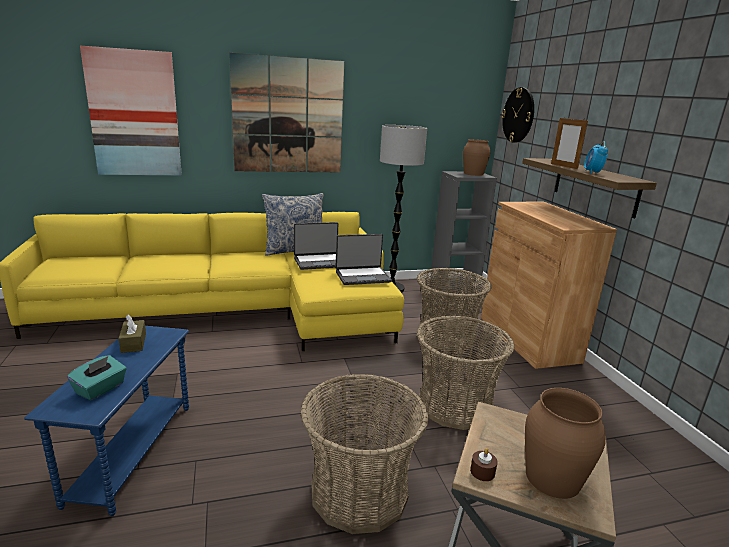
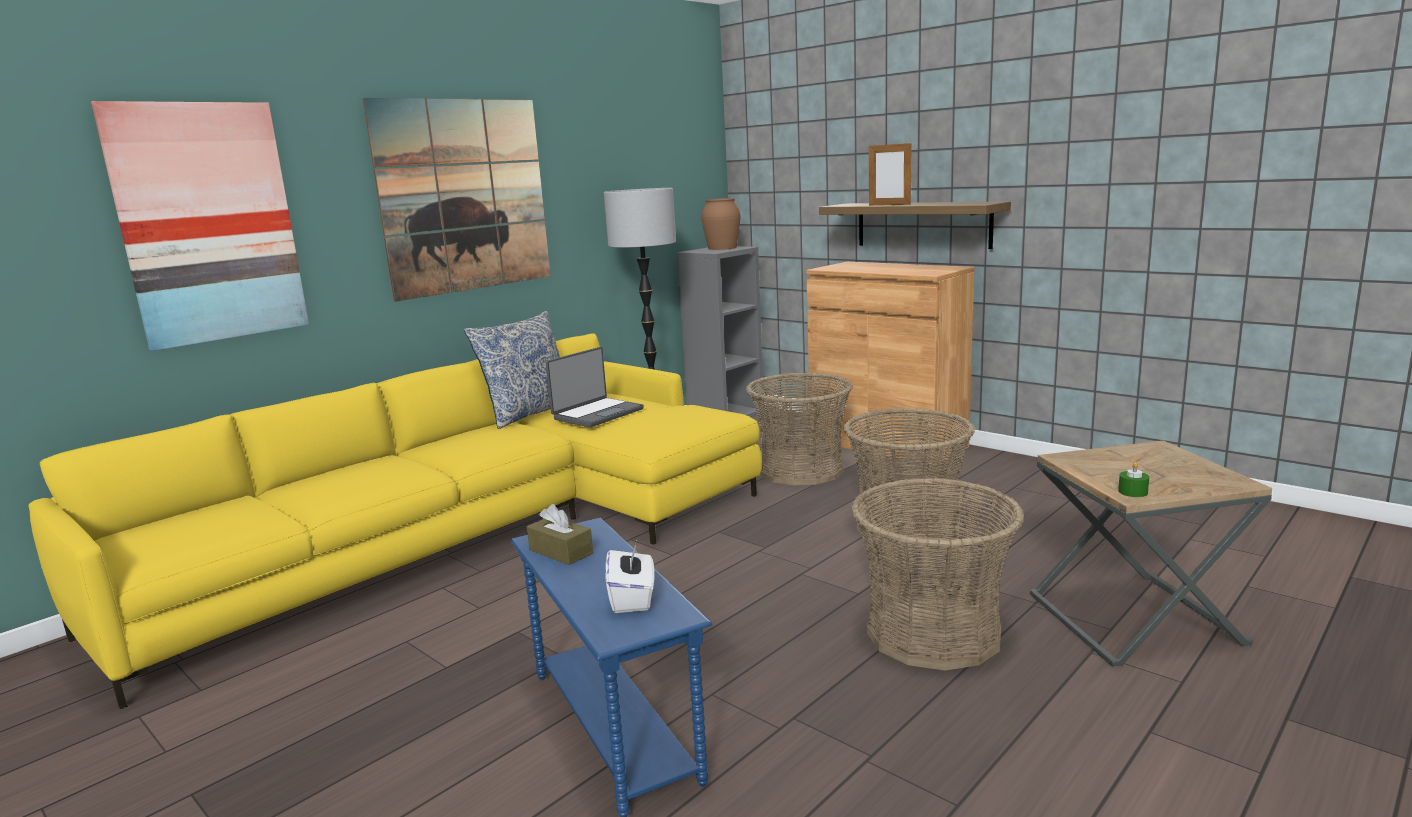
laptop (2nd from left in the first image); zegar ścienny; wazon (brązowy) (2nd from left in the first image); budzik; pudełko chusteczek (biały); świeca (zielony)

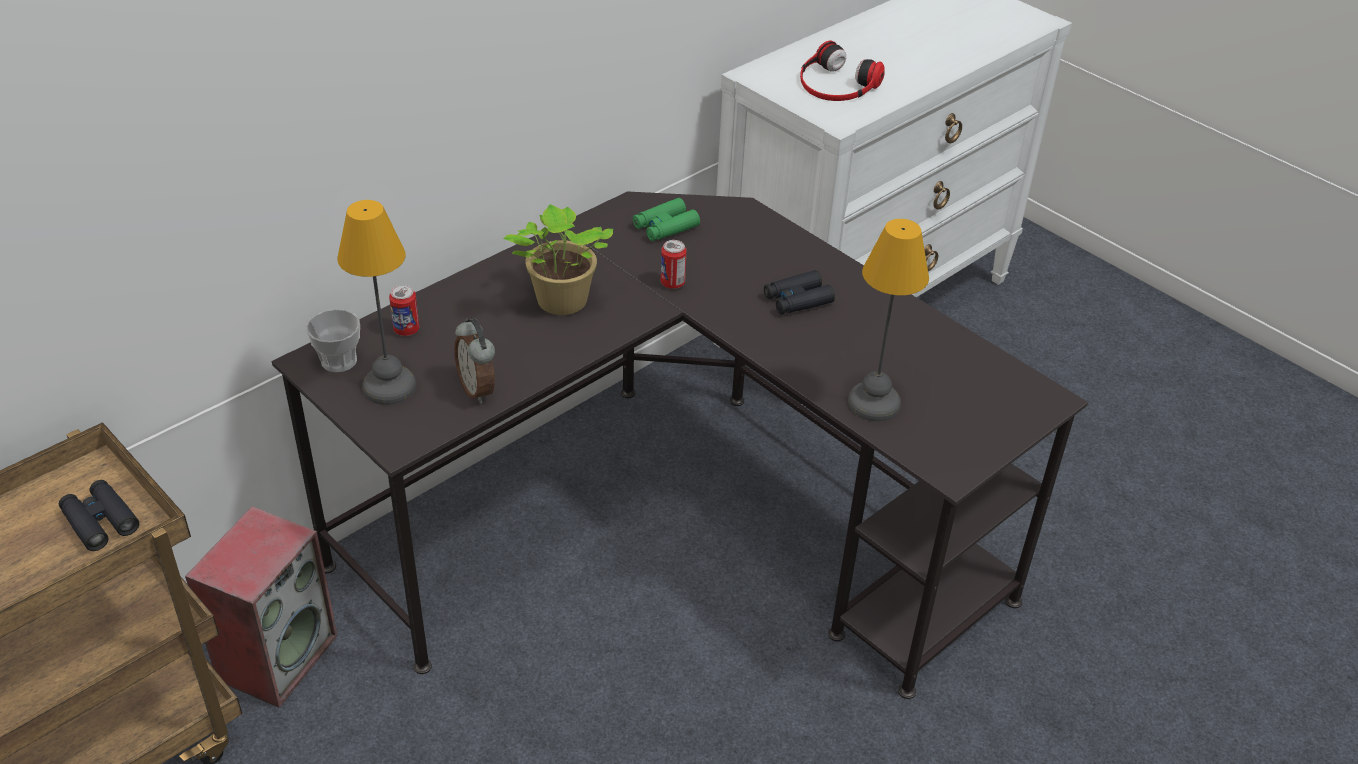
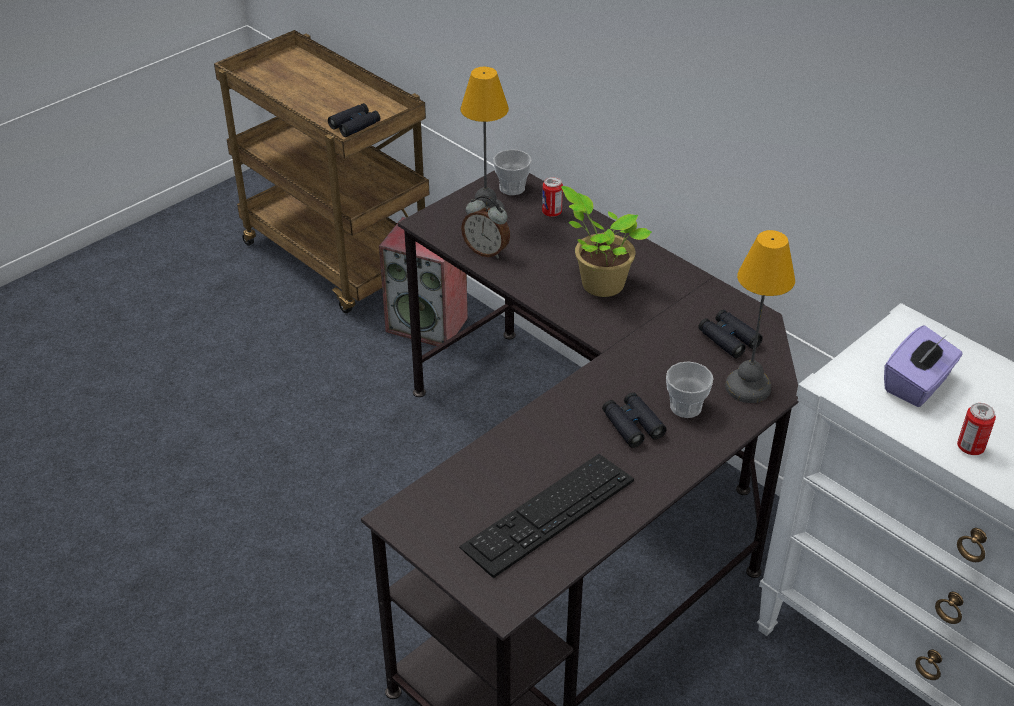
klawiatura; filiżanka (2nd from left); puszka (2nd from left); lampa stołowa (2nd from left); pudełko chusteczek (fioletowy); lornetka (czarny) (3rd from left); budzik

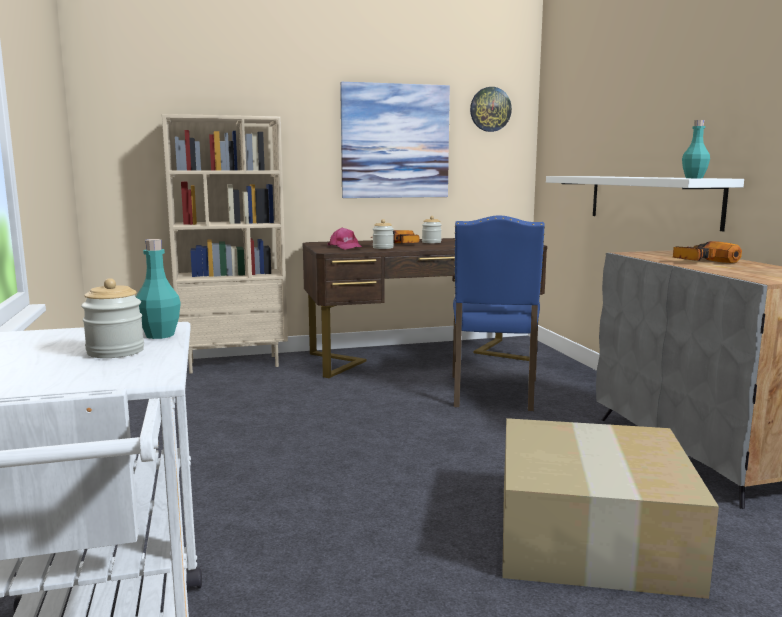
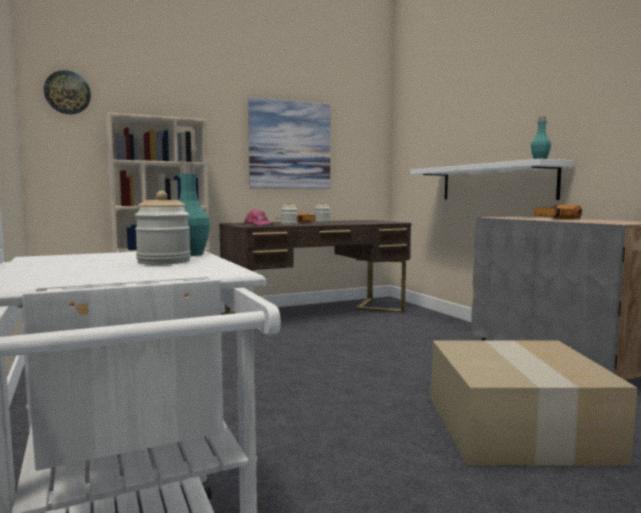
krzesło (niebieski); zegar ścienny

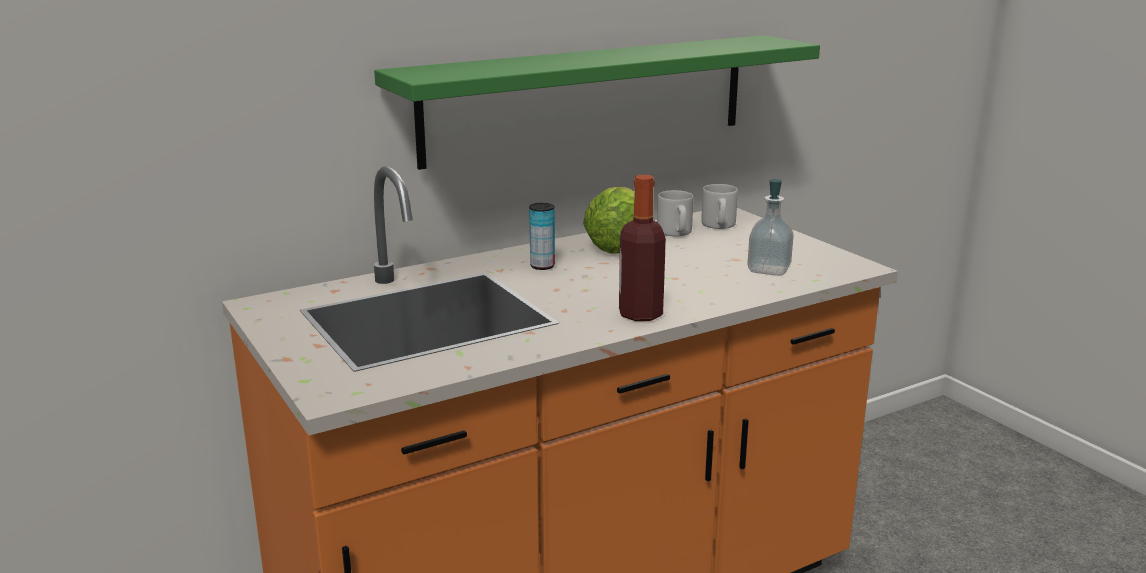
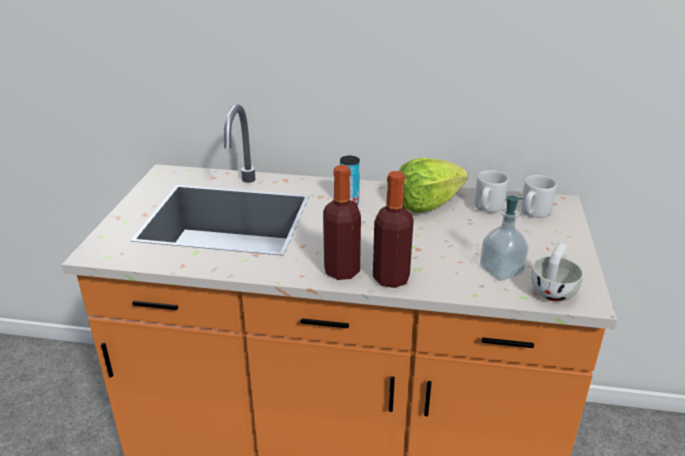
półka (zielony); butelka (2nd from left); filiżanka (biały)

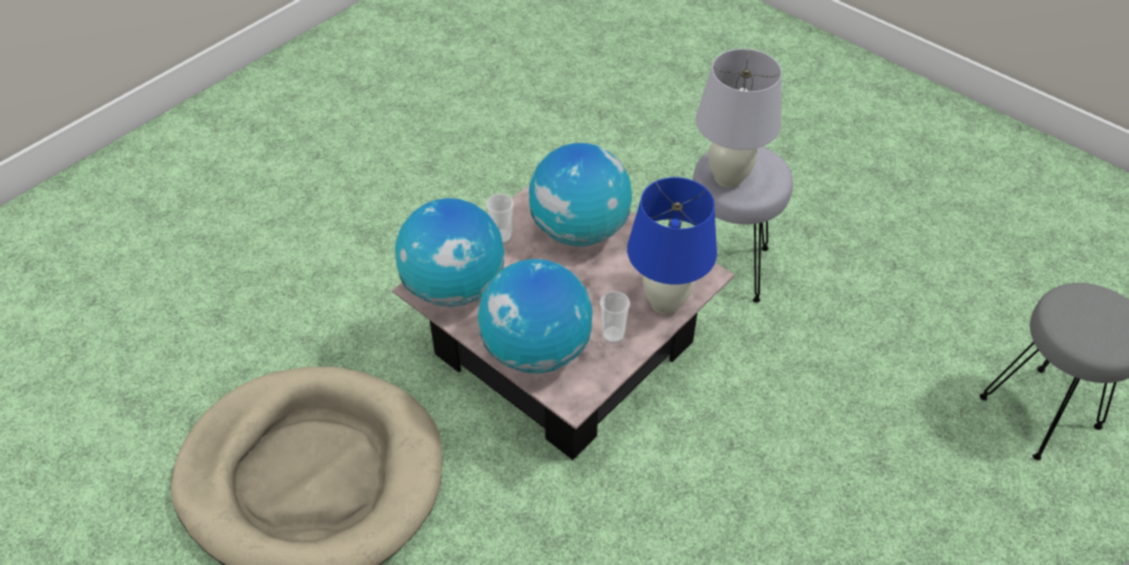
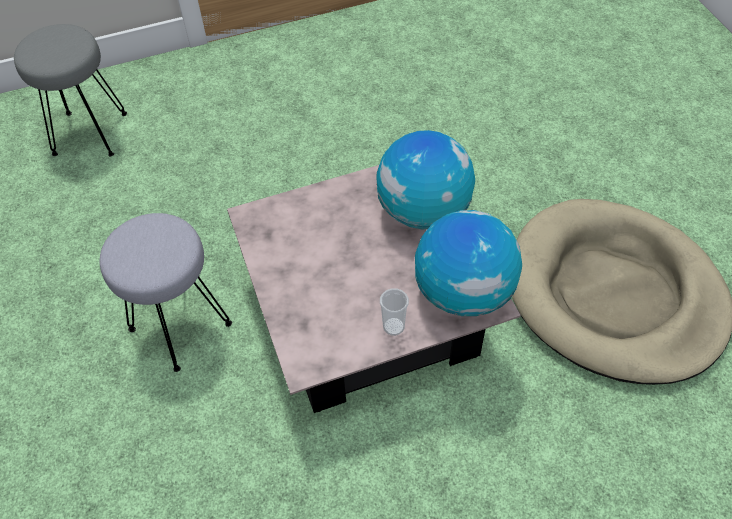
globus (3rd from left in the first image); filiżanka (2nd from left in the first image); lampa stołowa (niebieski); lampa stołowa (biały)

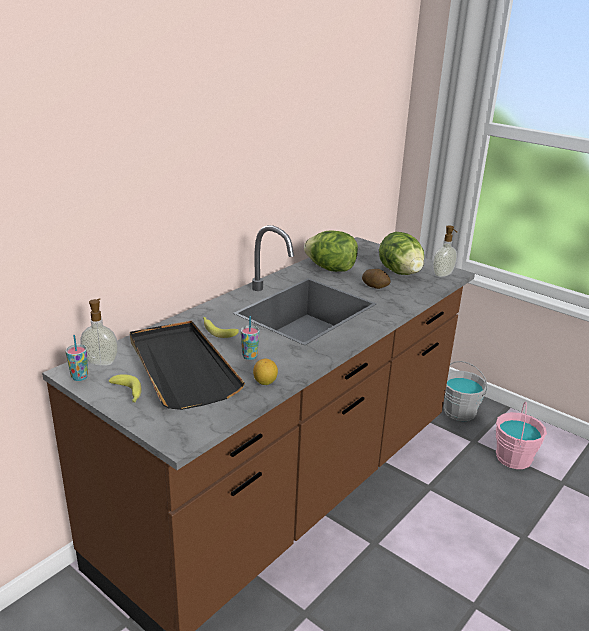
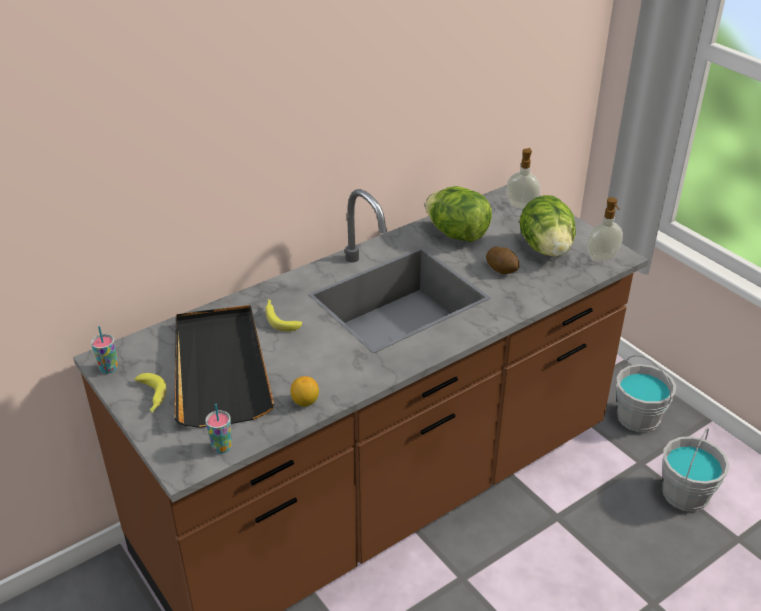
dozownik mydła (1st from left); filiżanka (2nd from left); wiadro (szary) (2nd from left)

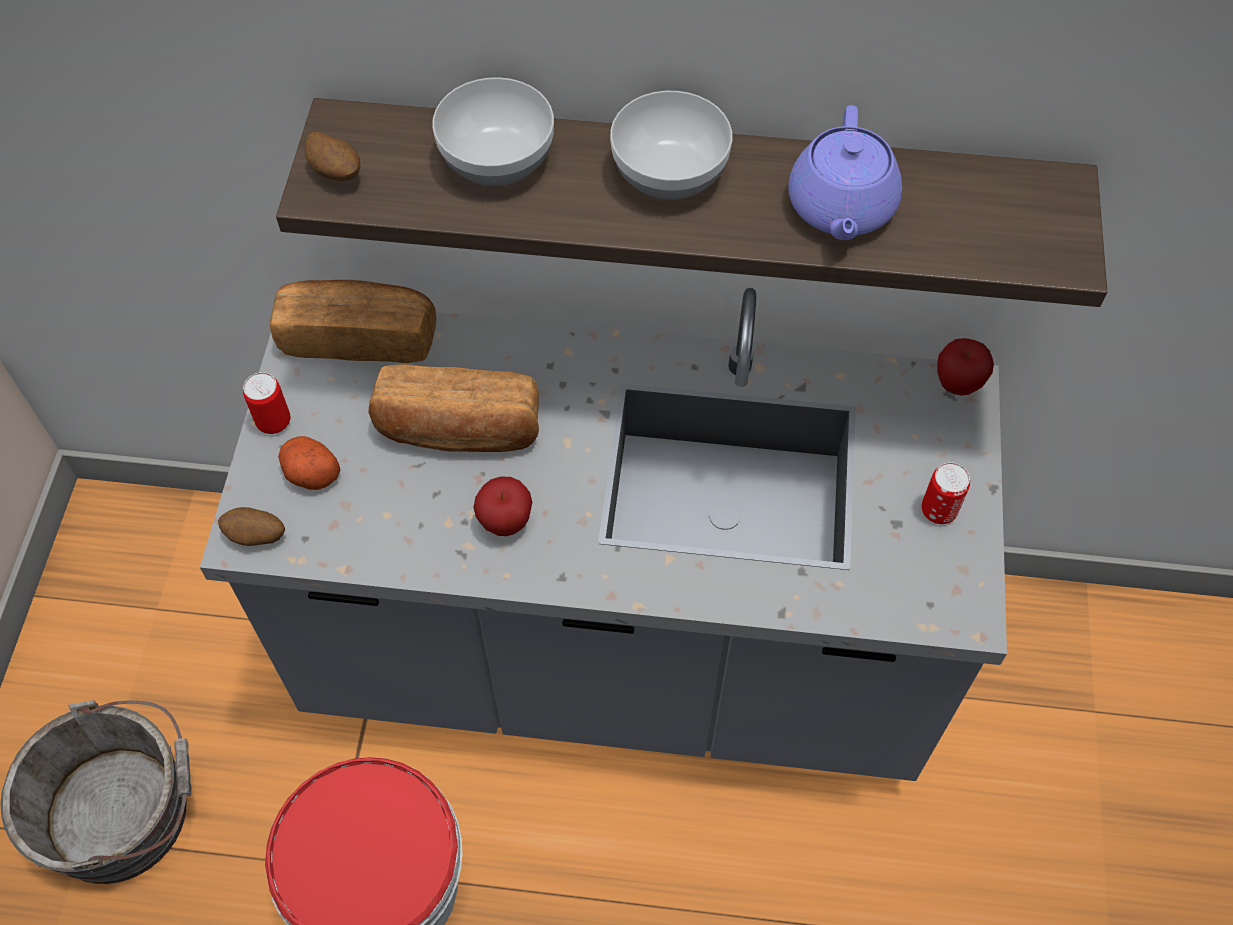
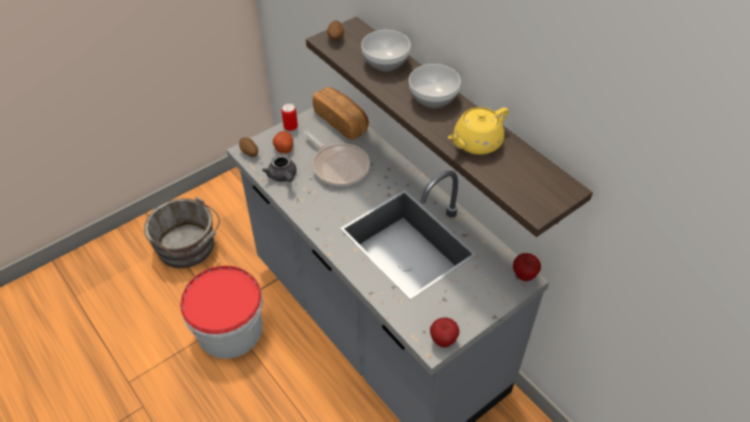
puszka (2nd from left in the first image); imbryk (szary); jabłko (1st from left); patelnia; imbryk (żółty)

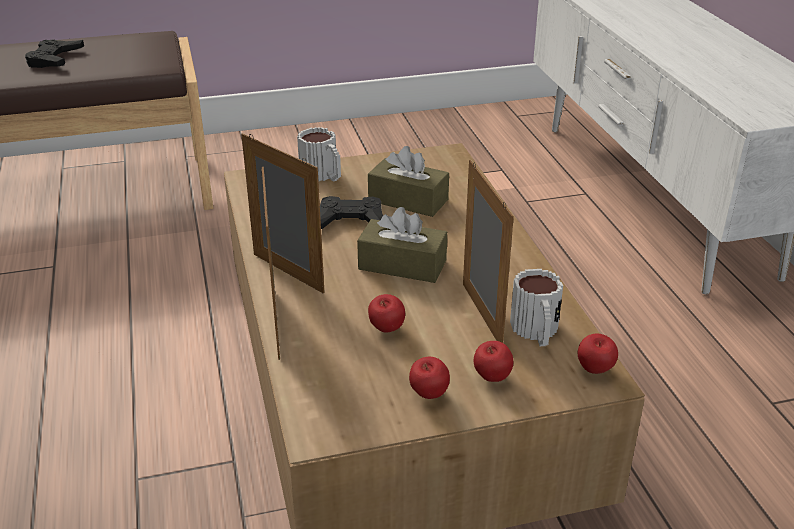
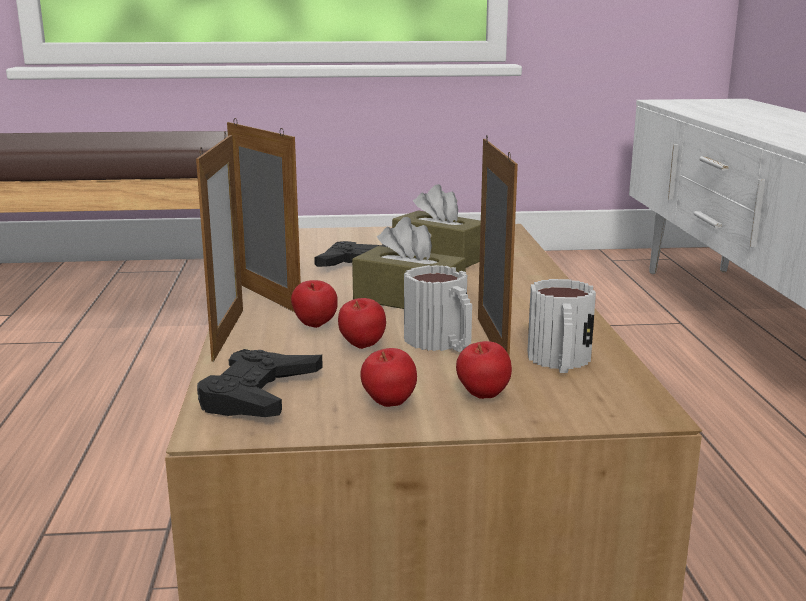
pad do gier (czarny) (1st from left); kubek (1st from left); jabłko (1st from left)

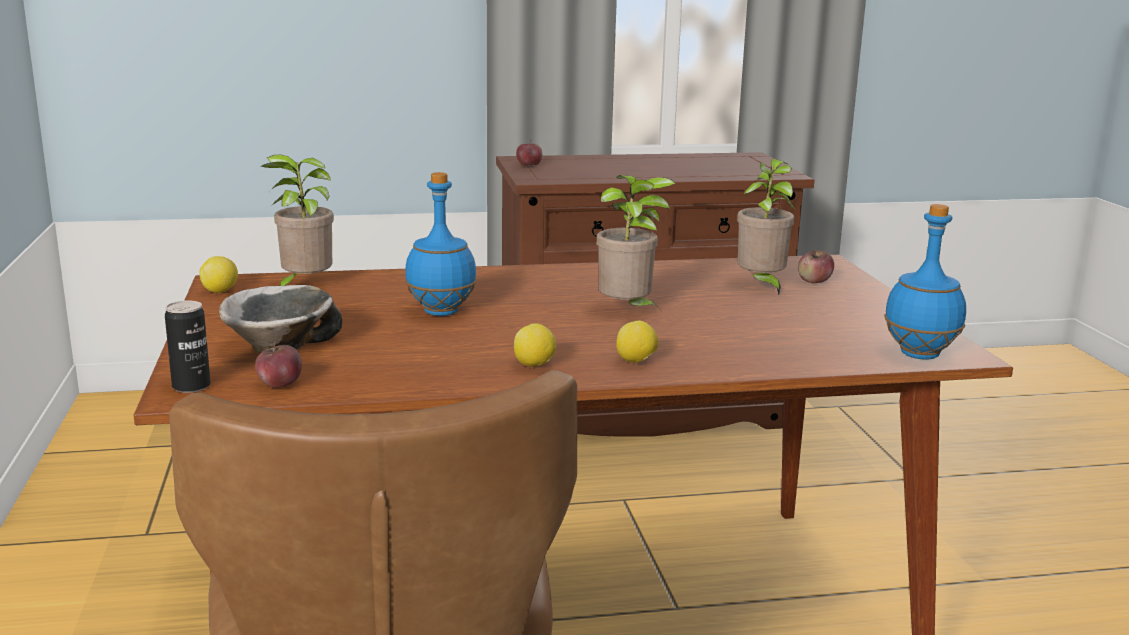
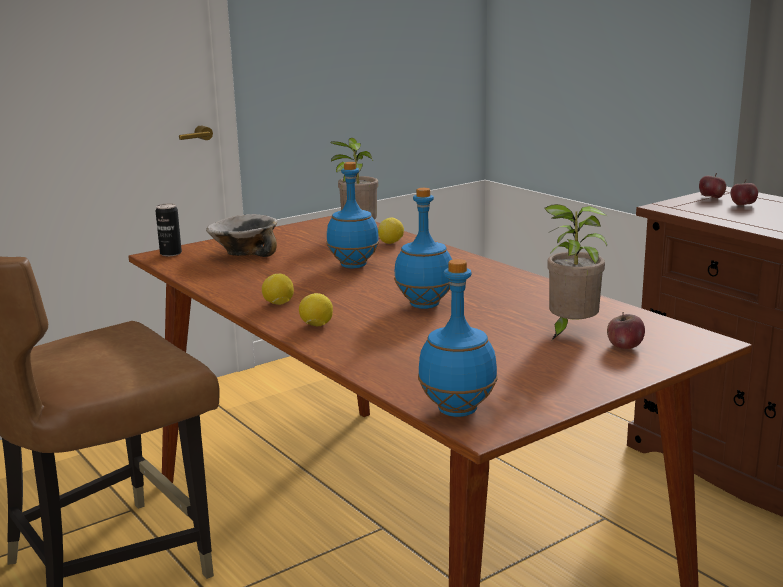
cytryna (3rd from left); jabłko (3rd from left); butelka (niebieski) (2nd from left)

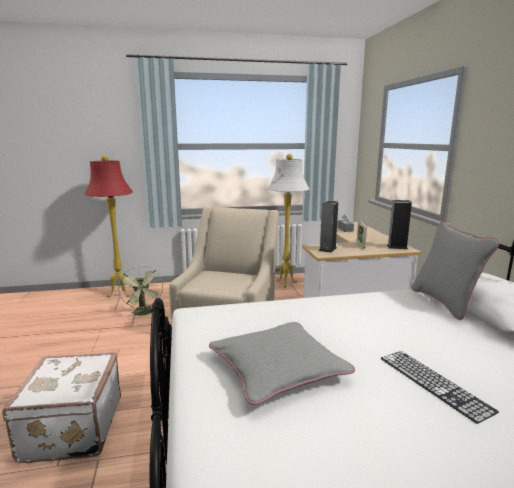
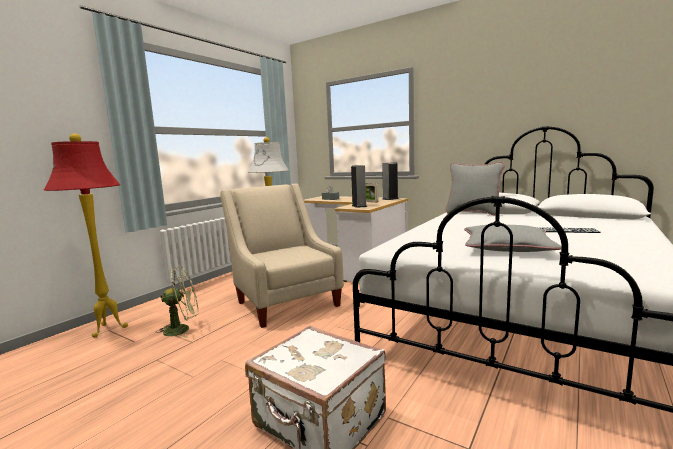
wentylator (zielony)

